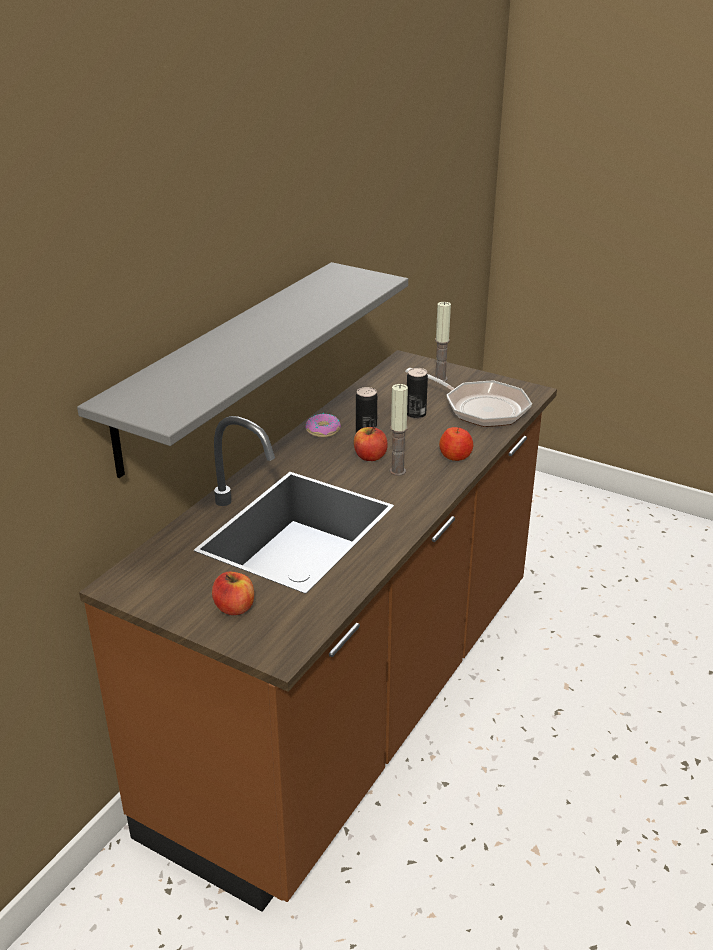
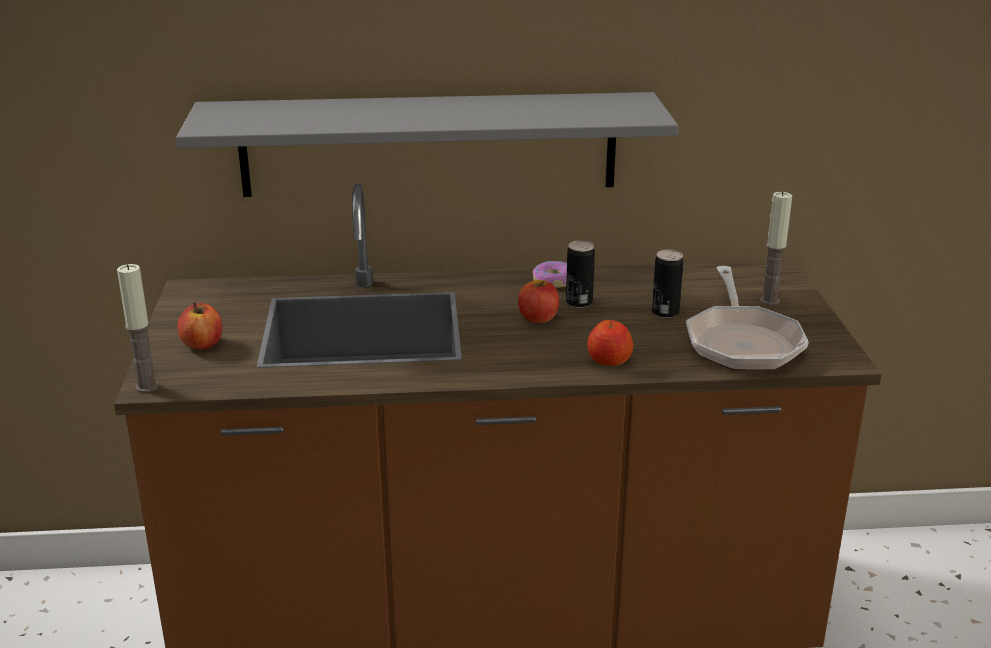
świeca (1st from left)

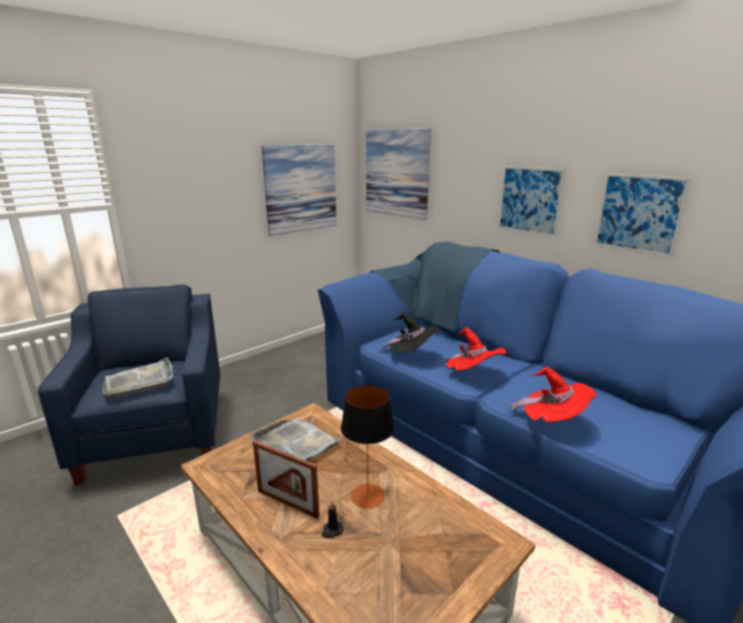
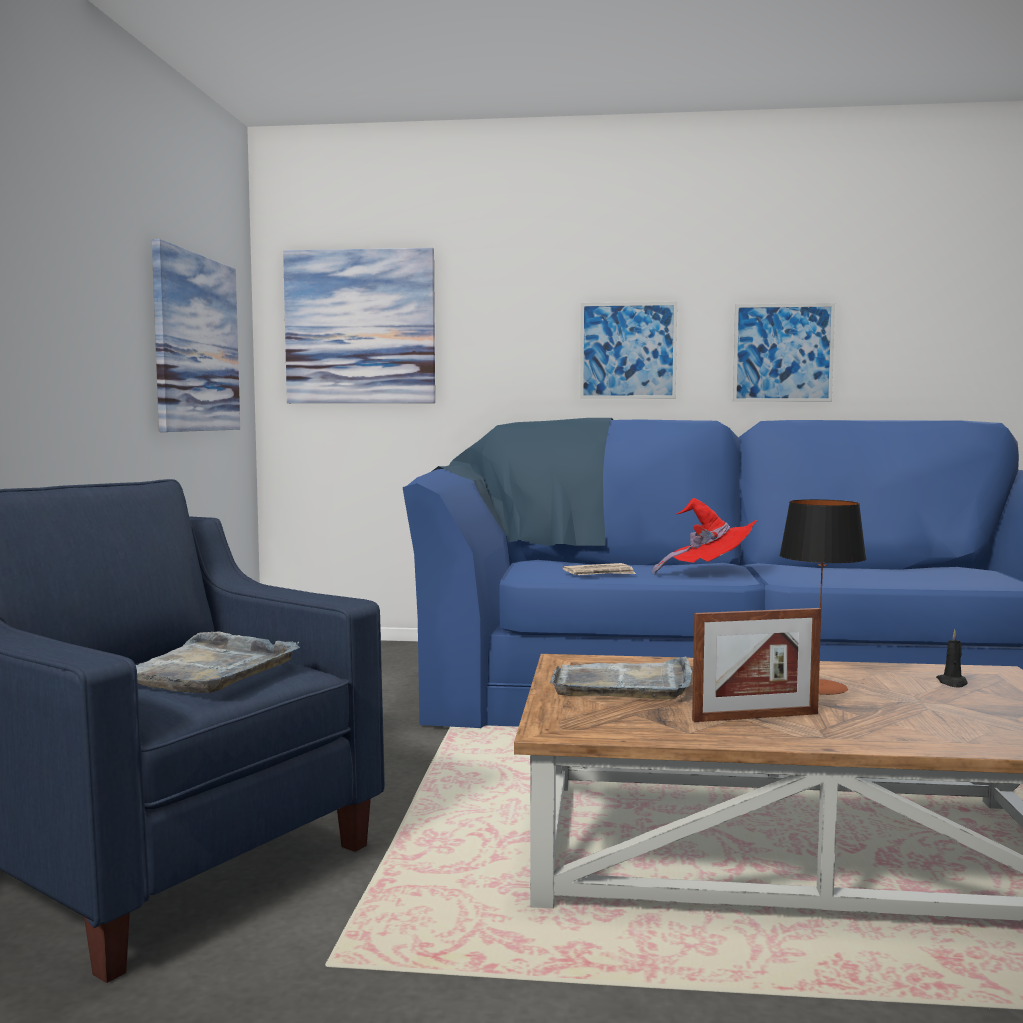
kapelusz (czerwony) (2nd from left in the first image); świeca (czarny); gazeta

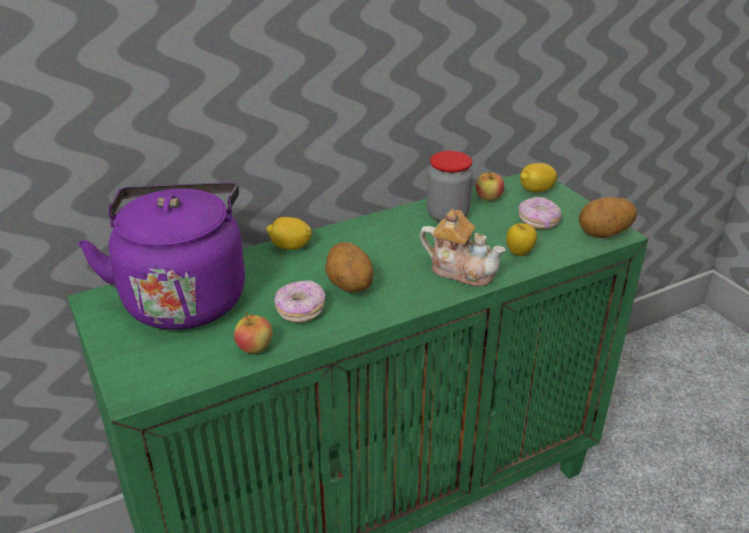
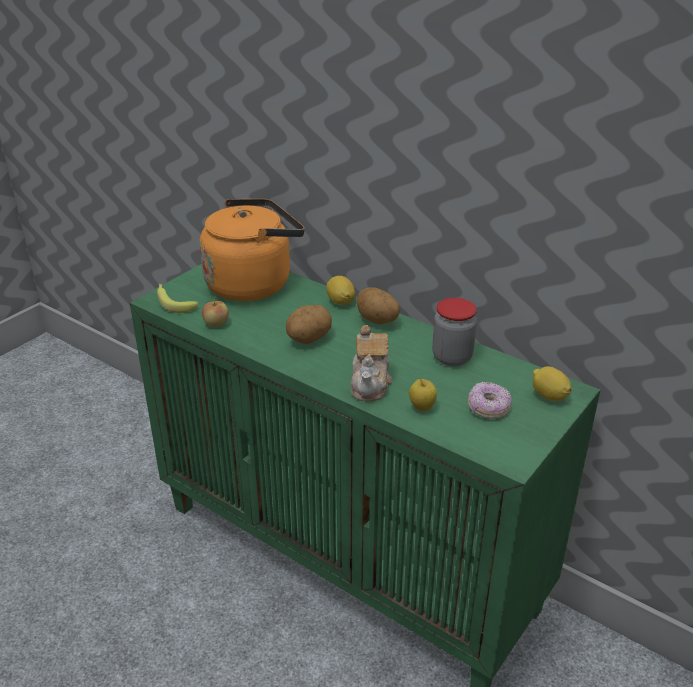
donut (1st from left in the first image); jabłko (2nd from left in the first image); banan; ziemniak (2nd from left); czajnik (pomarańczowy)

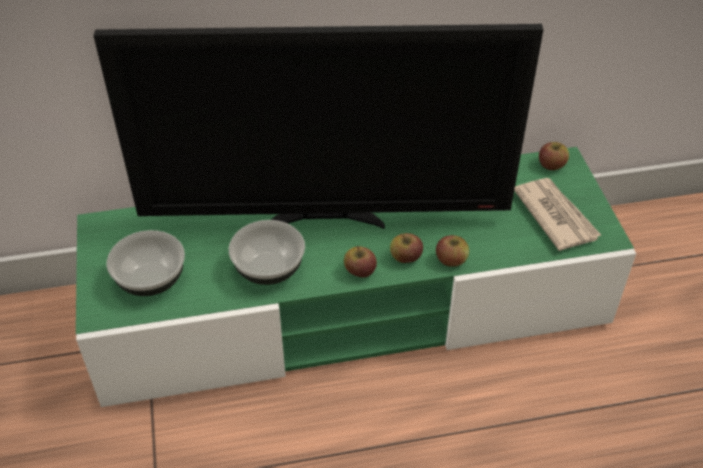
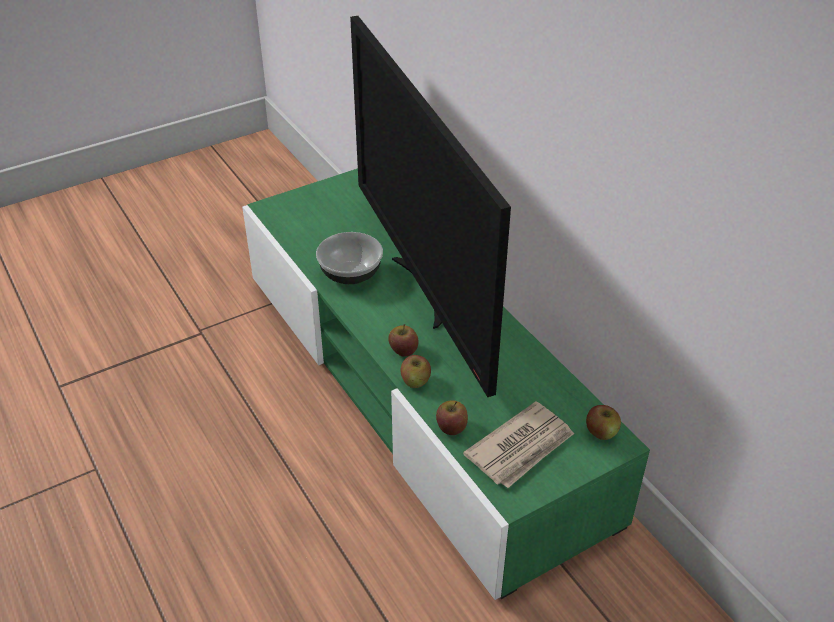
miska (1st from left in the first image); jabłko (3rd from left)

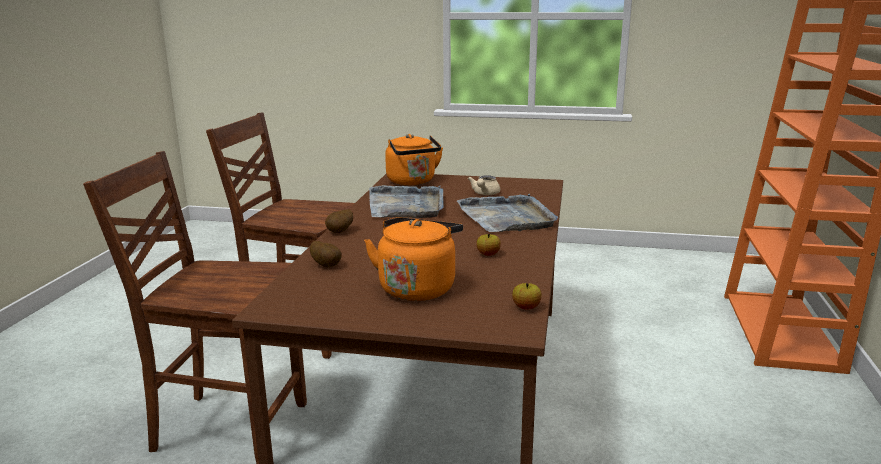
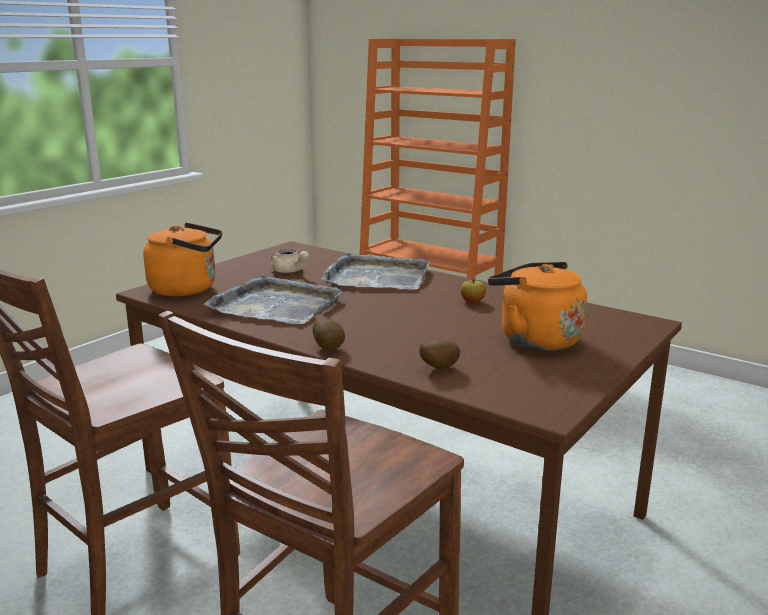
jabłko (2nd from left in the first image)

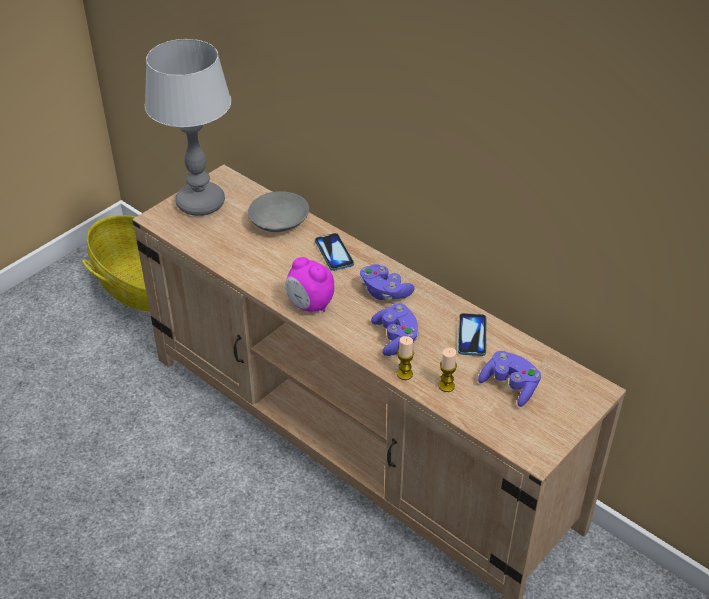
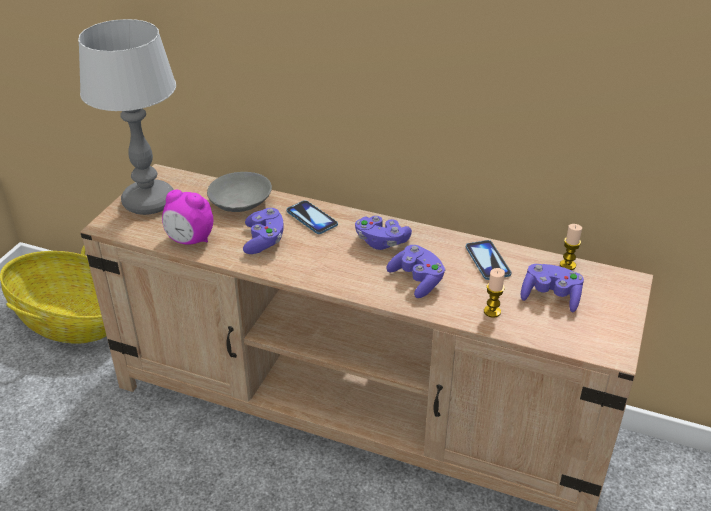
pad do gier (fioletowy) (1st from left); budzik; świeca (2nd from left)

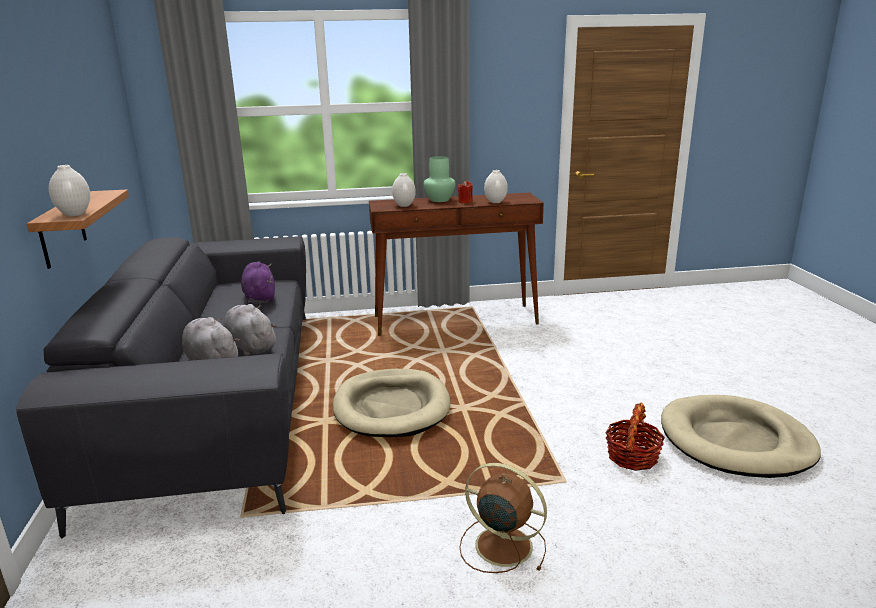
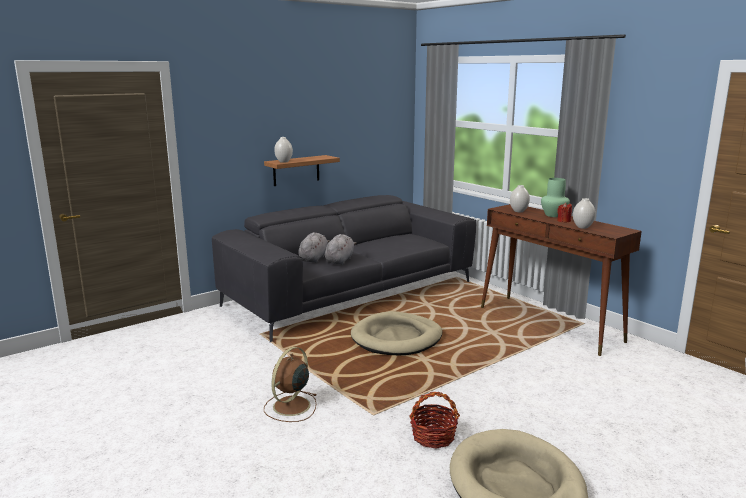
pluszak (fioletowy); wentylator (brązowy)

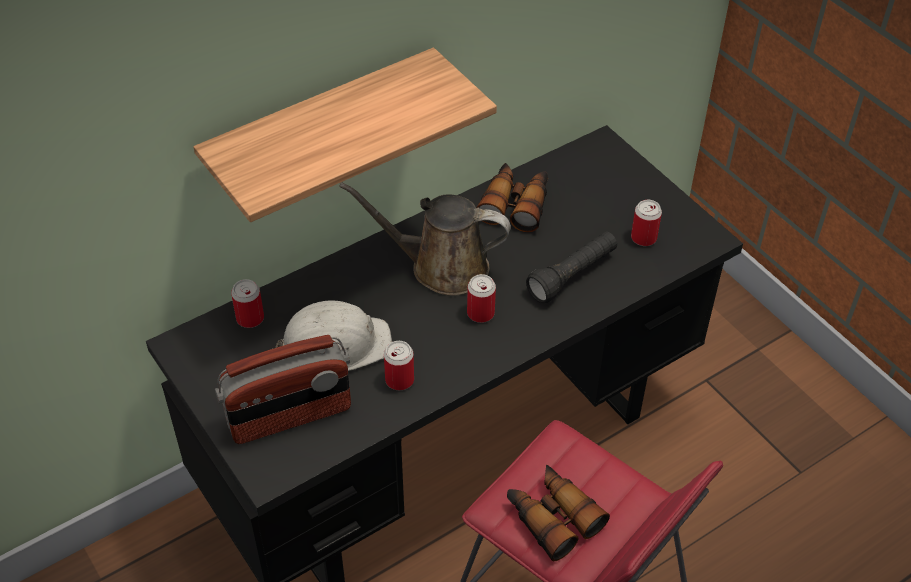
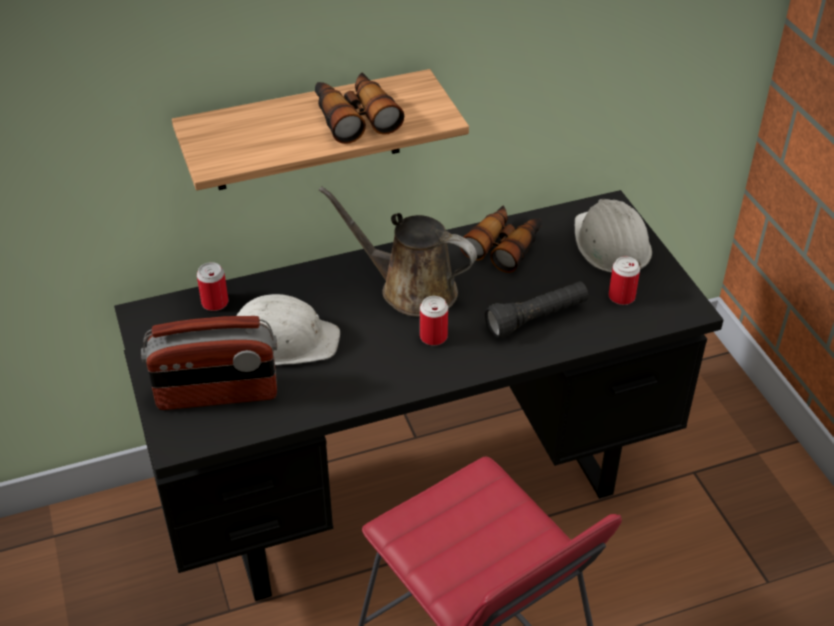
puszka (2nd from left in the first image); kask (biały) (2nd from left); lornetka (1st from left)

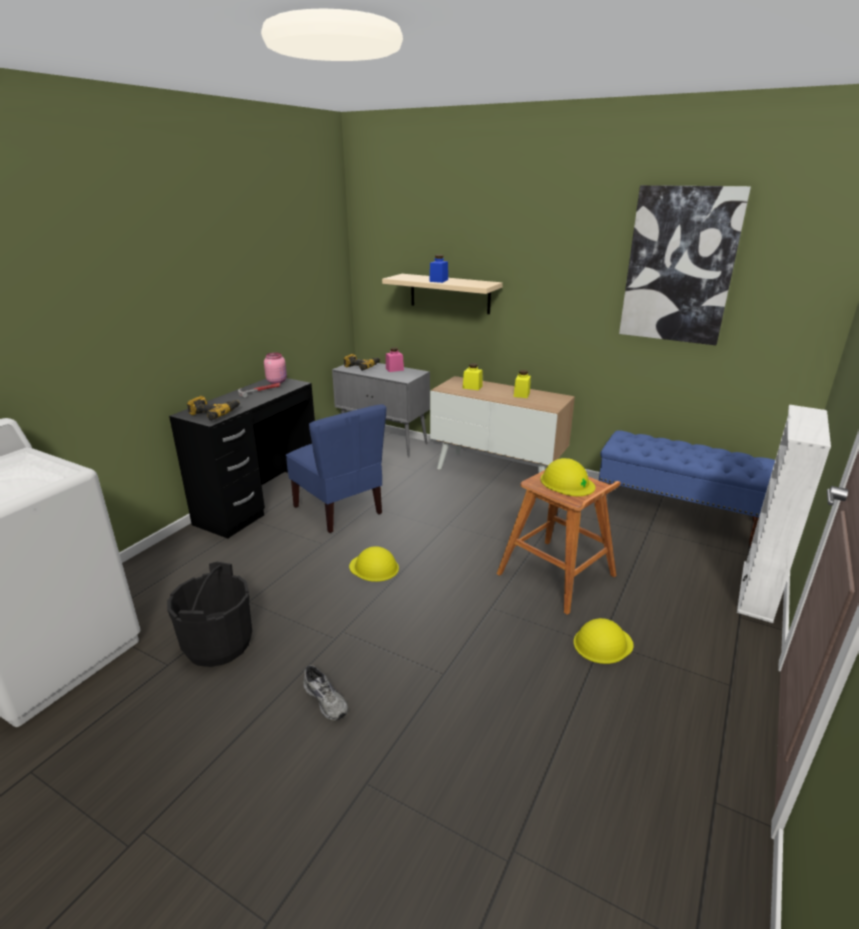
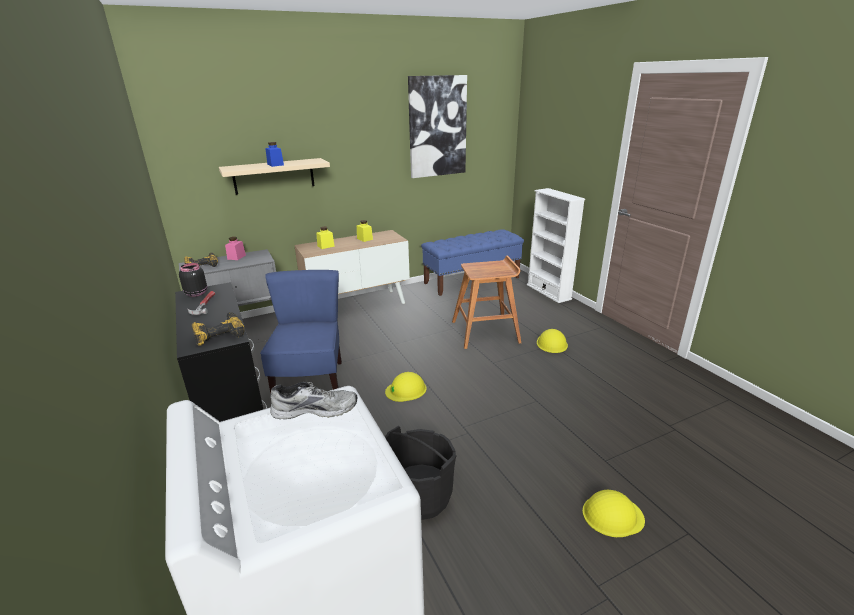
but (szary); kask (żółty) (3rd from left); słoik (czarny); krzesło (niebieski)

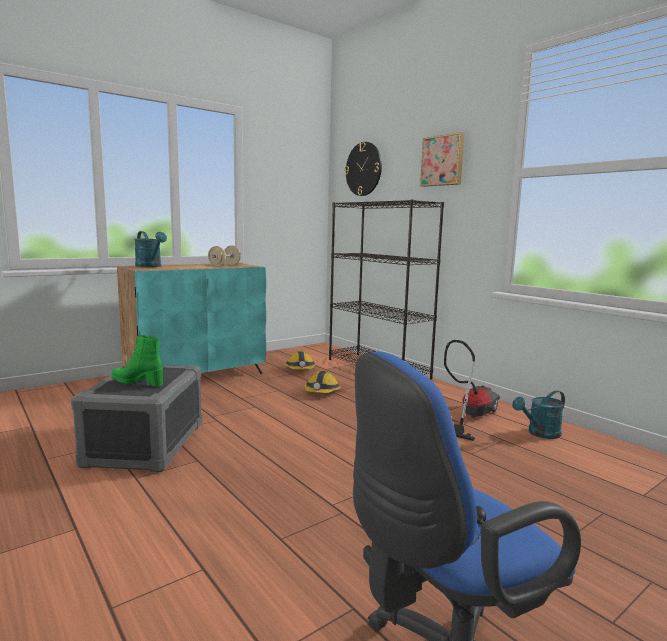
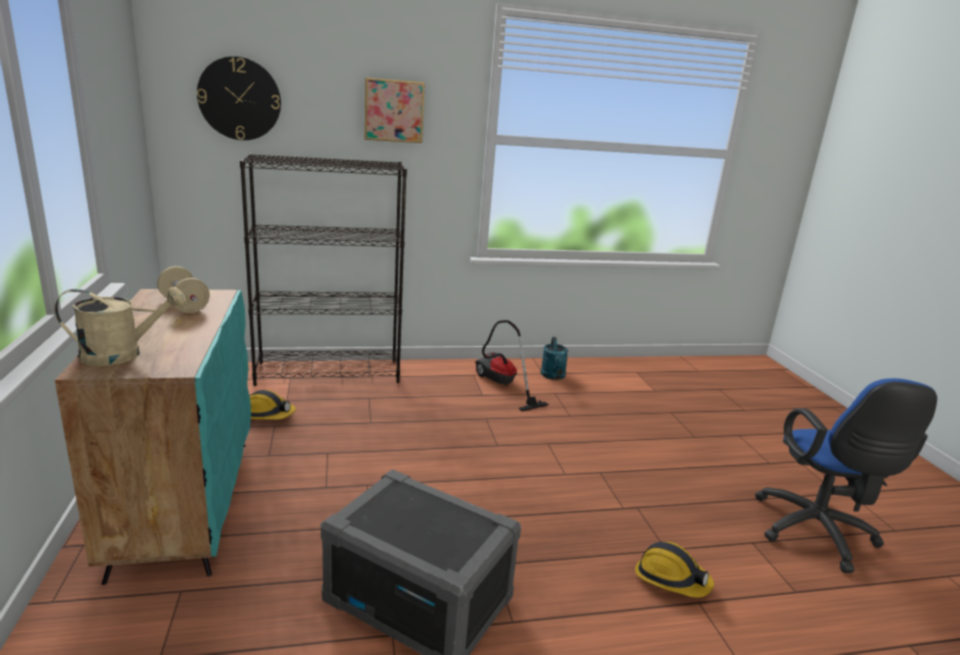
but z cholewką (zielony); kask (2nd from left); konewka (beżowy)

